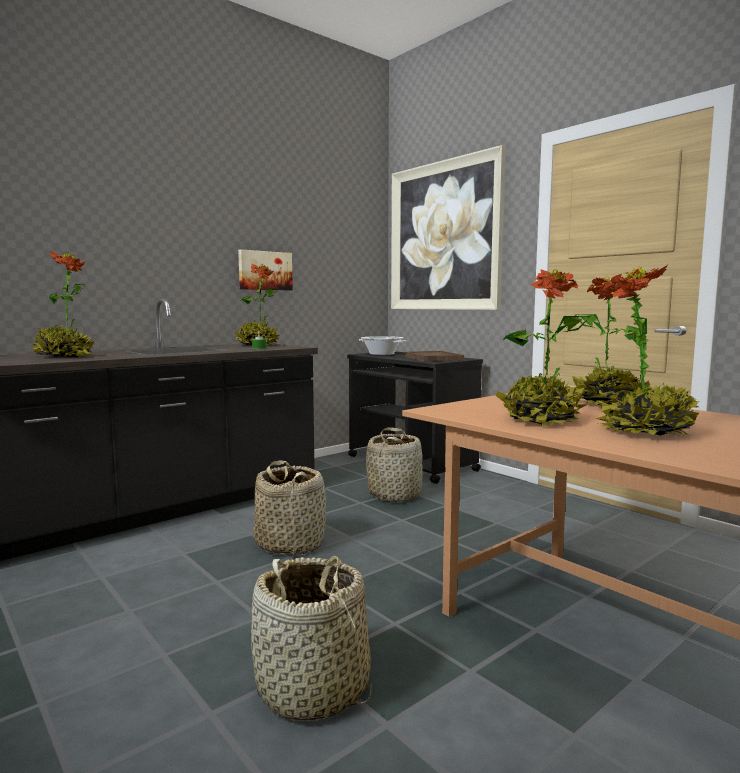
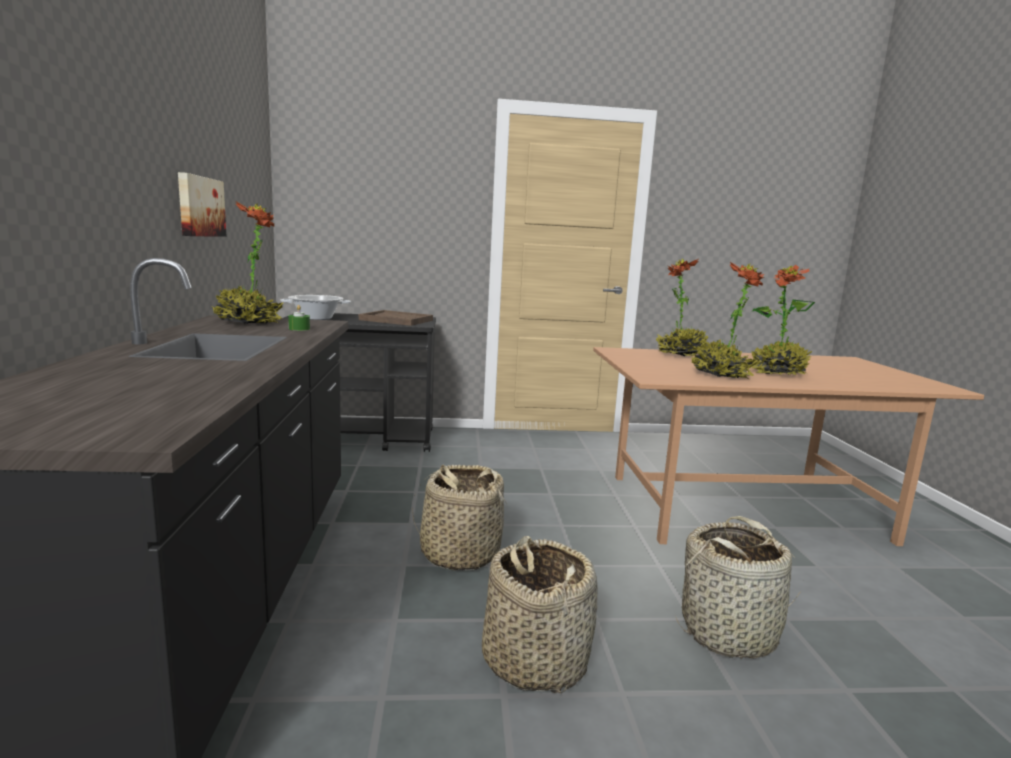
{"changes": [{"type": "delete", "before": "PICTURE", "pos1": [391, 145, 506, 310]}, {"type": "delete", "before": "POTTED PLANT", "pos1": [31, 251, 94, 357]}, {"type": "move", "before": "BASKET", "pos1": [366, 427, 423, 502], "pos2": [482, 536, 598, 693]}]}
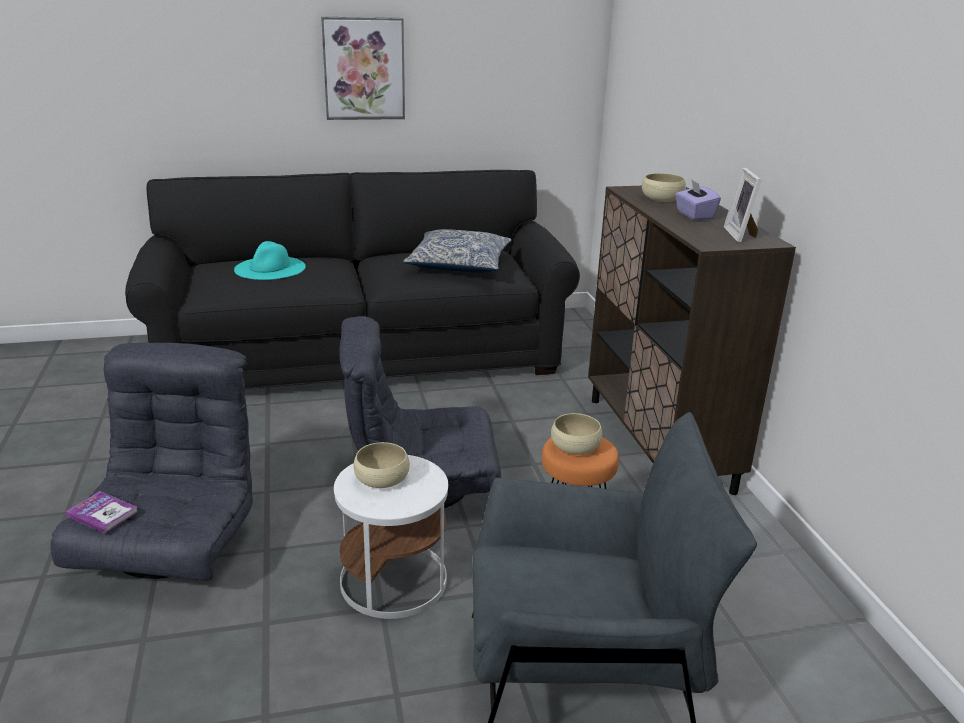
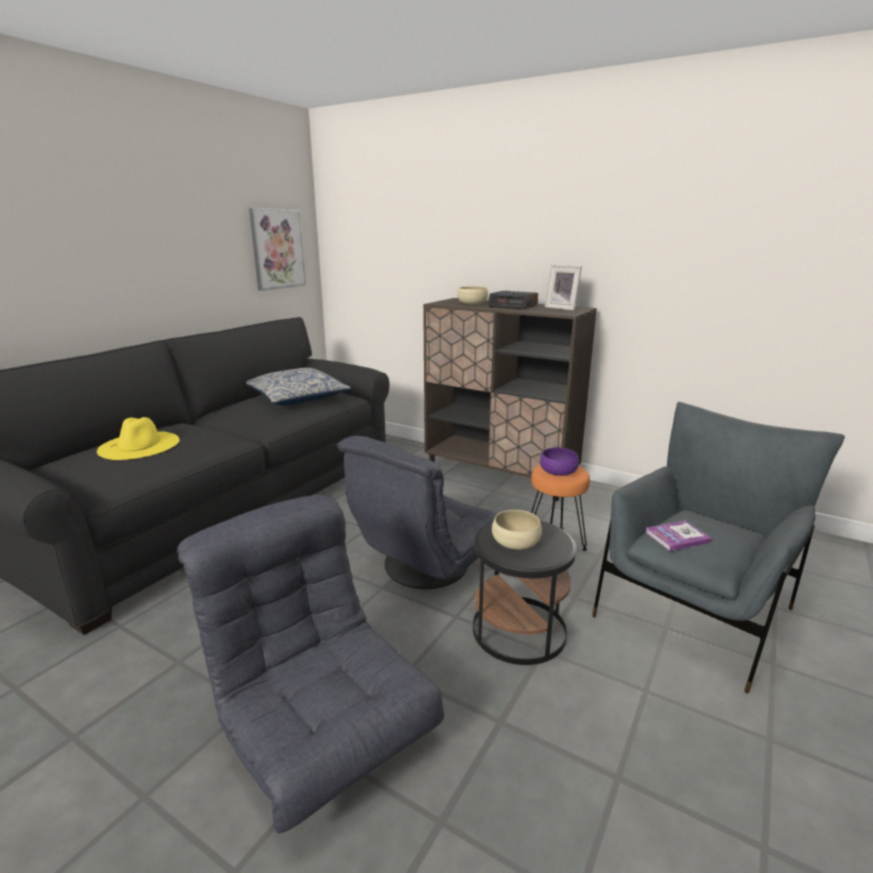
{"changes": [{"type": "move", "before": "PICTURE", "pos1": [321, 17, 405, 120], "pos2": [249, 208, 306, 291]}, {"type": "replace", "before": "PURPLE TISSUE BOX", "after": "ALARM CLOCK", "pos1": [675, 179, 721, 220], "pos2": [488, 290, 538, 310]}, {"type": "recolor", "before": "TURQUOISE HAT", "after": "YELLOW HAT", "pos1": [234, 241, 306, 280], "pos2": [97, 417, 180, 460]}, {"type": "recolor", "before": "BEIGE BOWL", "after": "PURPLE BOWL", "pos1": [551, 413, 603, 455], "pos2": [540, 448, 579, 476]}, {"type": "recolor", "before": "WHITE SIDE TABLE", "after": "BLACK SIDE TABLE", "pos1": [334, 455, 448, 619], "pos2": [473, 520, 577, 665]}, {"type": "move", "before": "BOOK", "pos1": [65, 491, 138, 534], "pos2": [645, 521, 712, 551]}]}
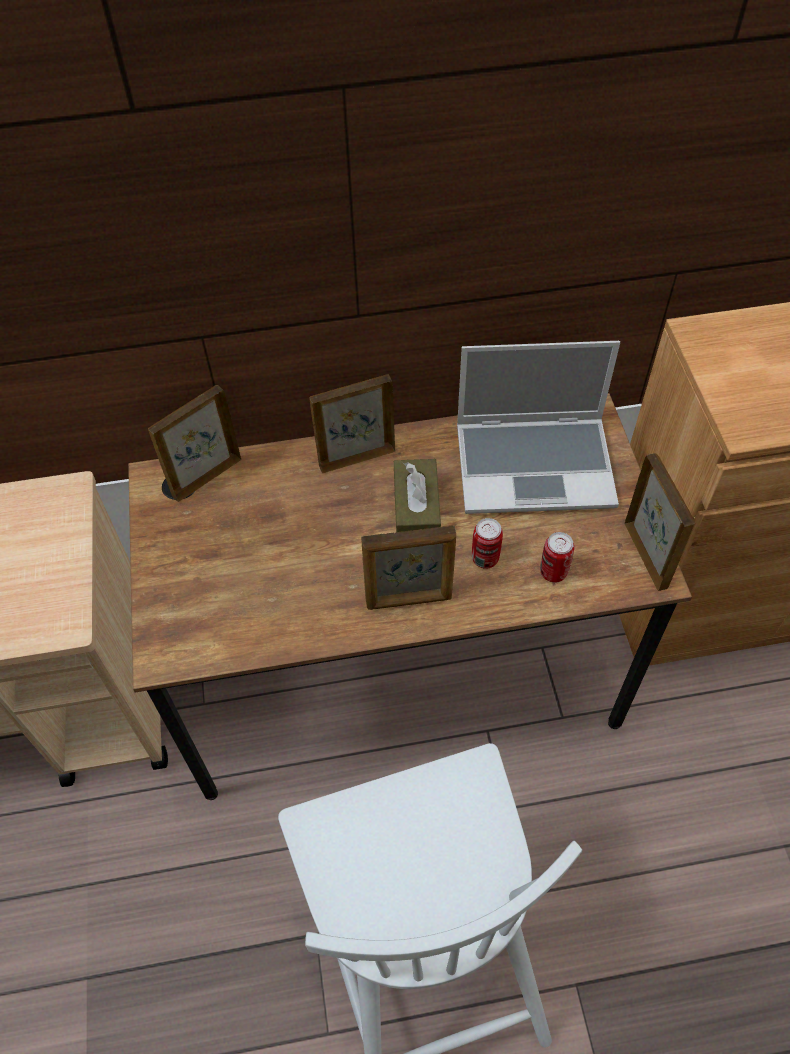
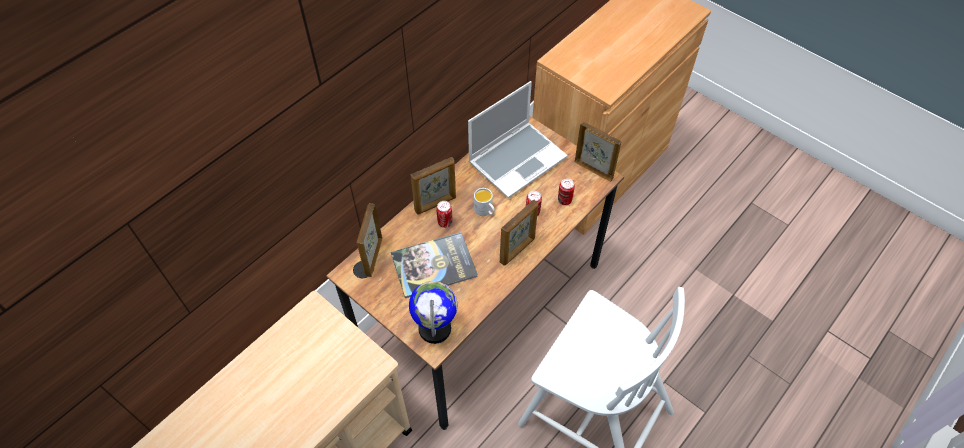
{"changes": [{"type": "rotate", "before": "PICTURE FRAME", "pos1": [309, 374, 395, 473], "pos2": [410, 157, 456, 215], "turn": -150}, {"type": "replace", "before": "BROWN TISSUE BOX", "after": "WHITE MUG", "pos1": [394, 459, 441, 532], "pos2": [474, 188, 495, 216]}, {"type": "insert", "after": "CAN", "pos2": [436, 201, 452, 228]}, {"type": "insert", "after": "BOOK", "pos2": [391, 232, 478, 298]}, {"type": "insert", "after": "GLOBE", "pos2": [409, 281, 457, 344]}]}
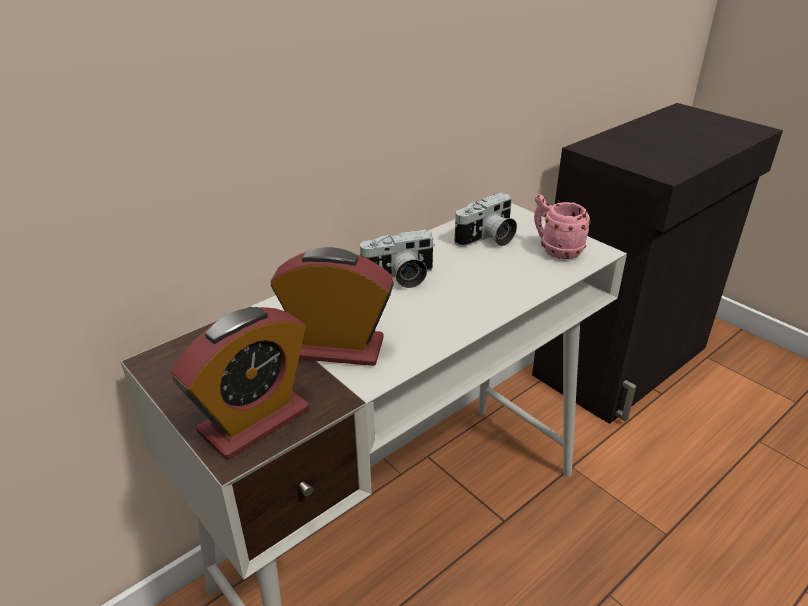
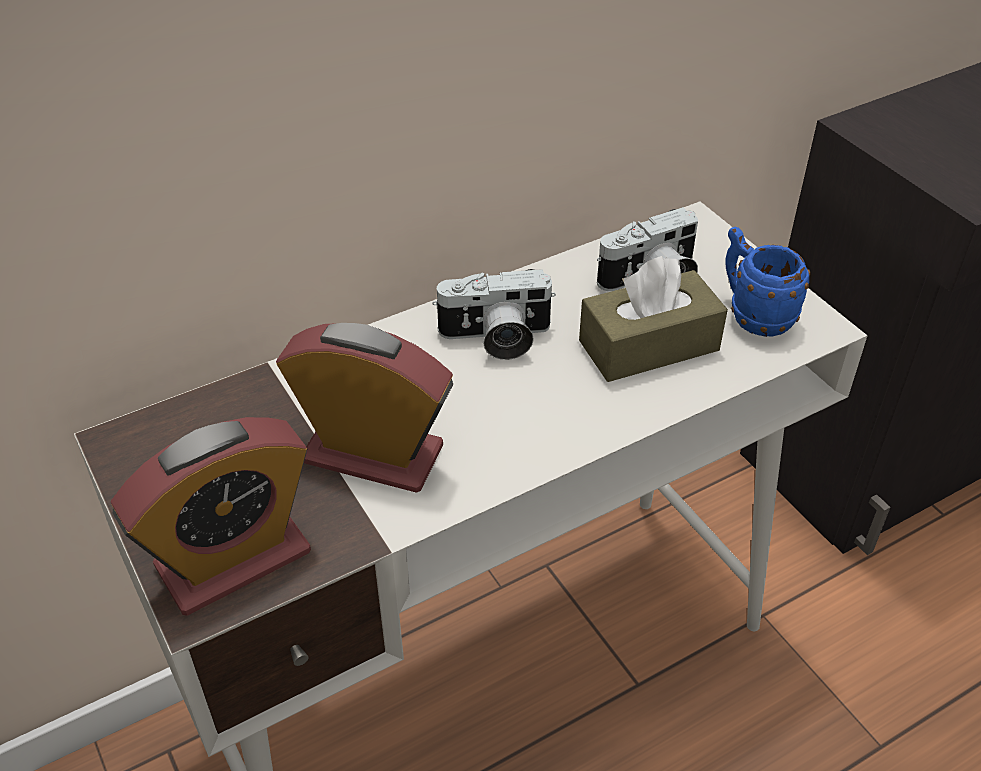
{"changes": [{"type": "recolor", "before": "PINK MUG", "after": "BLUE MUG", "pos1": [534, 194, 591, 259], "pos2": [725, 227, 810, 337]}, {"type": "insert", "after": "BROWN TISSUE BOX", "pos2": [579, 256, 728, 382]}]}
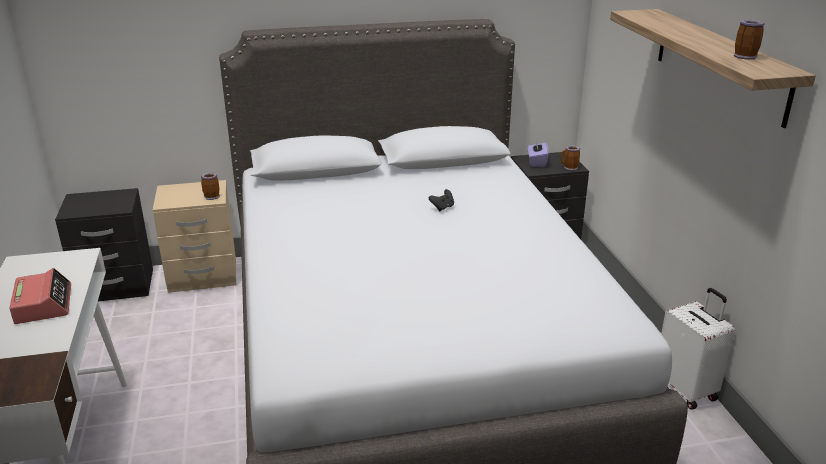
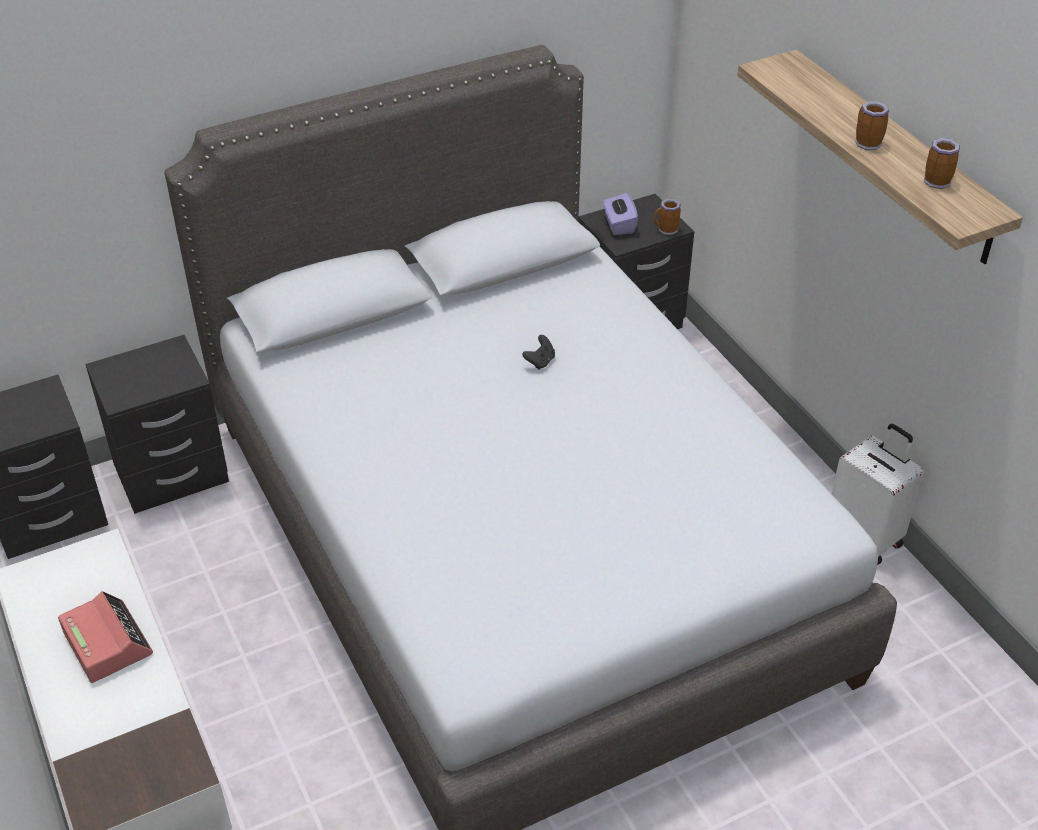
{"changes": [{"type": "move", "before": "MUG", "pos1": [201, 172, 220, 200], "pos2": [855, 101, 889, 150]}, {"type": "recolor", "before": "BEIGE NIGHTSTAND", "after": "BLACK NIGHTSTAND", "pos1": [153, 180, 236, 293], "pos2": [86, 335, 229, 514]}]}
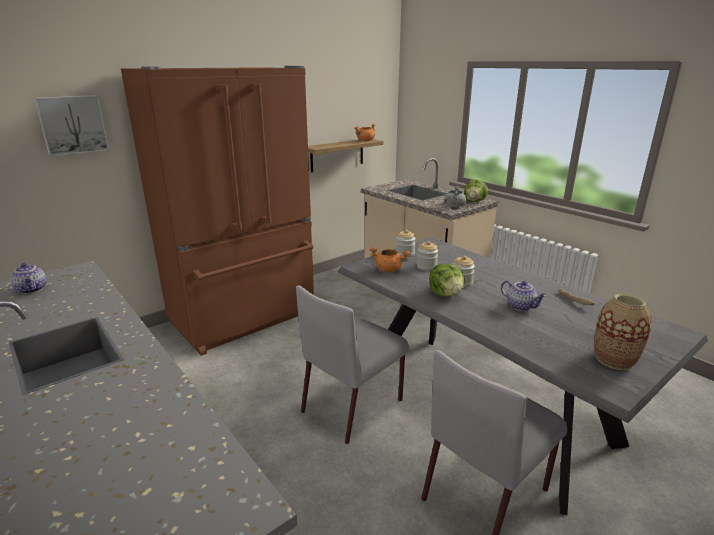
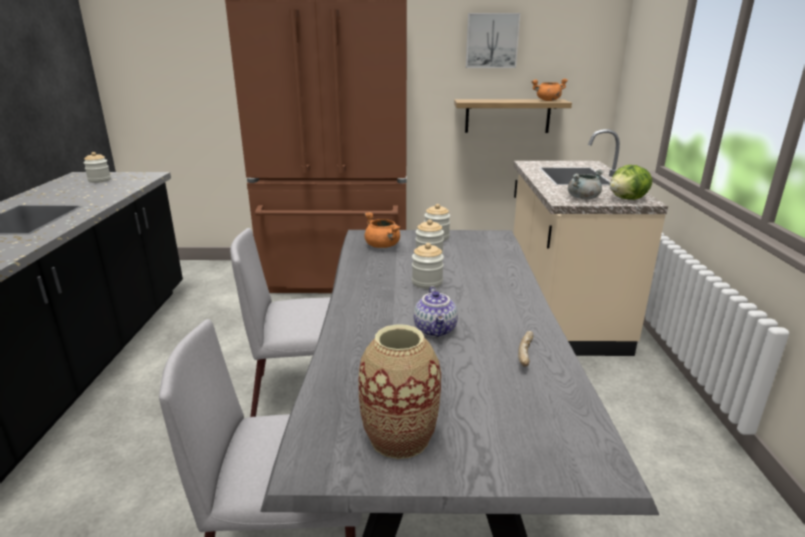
{"changes": [{"type": "move", "before": "PICTURE", "pos1": [34, 95, 109, 156], "pos2": [466, 13, 520, 68]}, {"type": "replace", "before": "TEAPOT", "after": "JAR", "pos1": [10, 262, 47, 294], "pos2": [83, 152, 111, 183]}, {"type": "delete", "before": "LETTUCE", "pos1": [429, 264, 465, 297]}]}
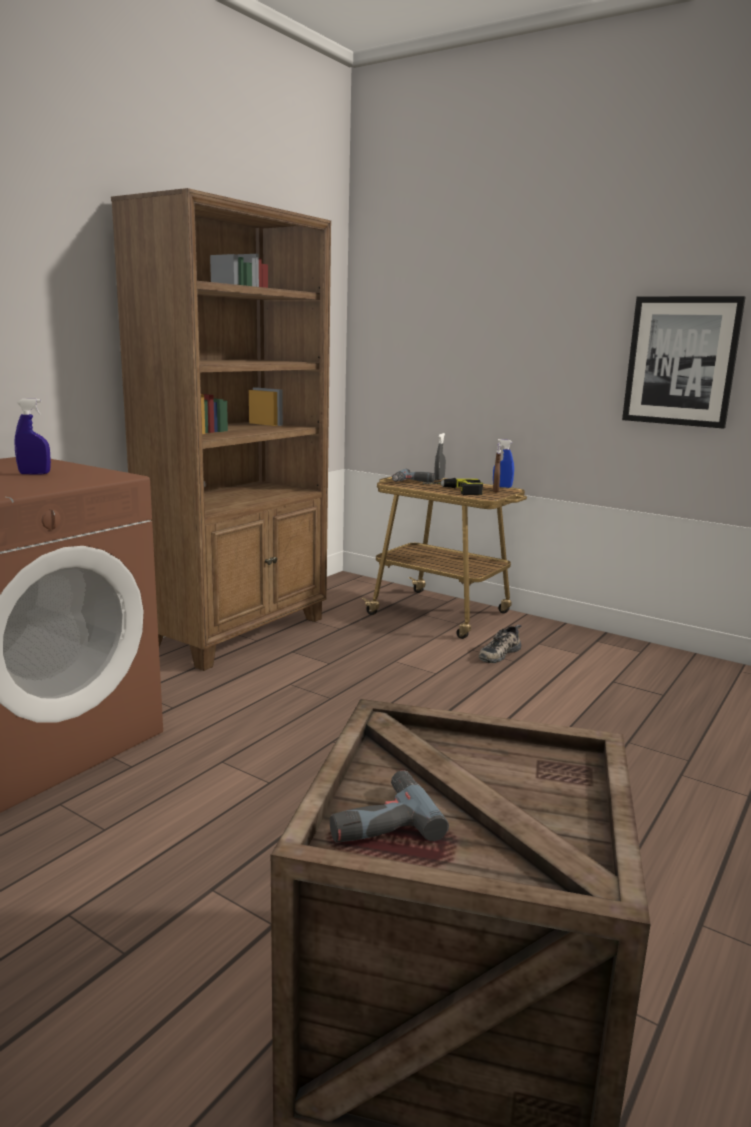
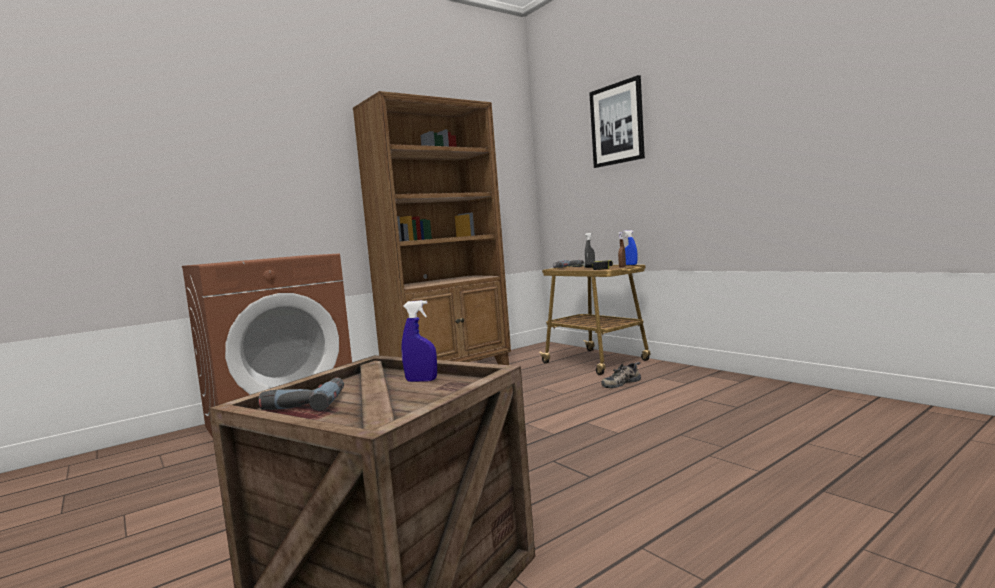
{"changes": [{"type": "move", "before": "PICTURE", "pos1": [622, 296, 745, 429], "pos2": [589, 75, 645, 168]}, {"type": "move", "before": "BLUE SPRAY BOTTLE", "pos1": [15, 399, 51, 474], "pos2": [401, 300, 437, 382]}]}
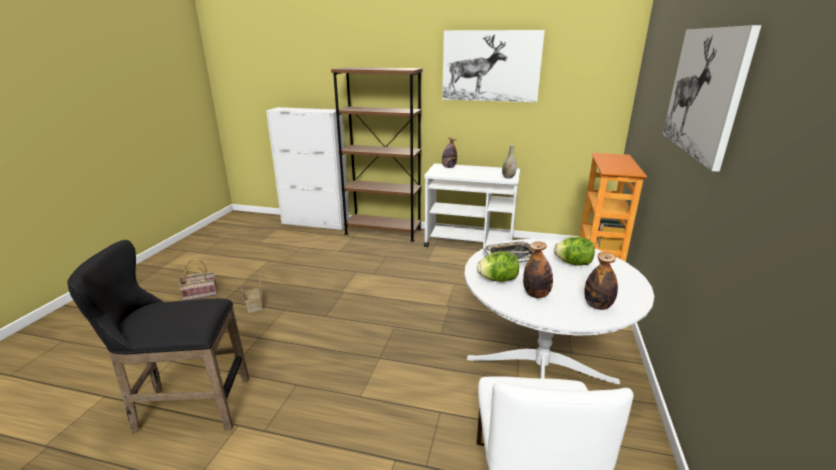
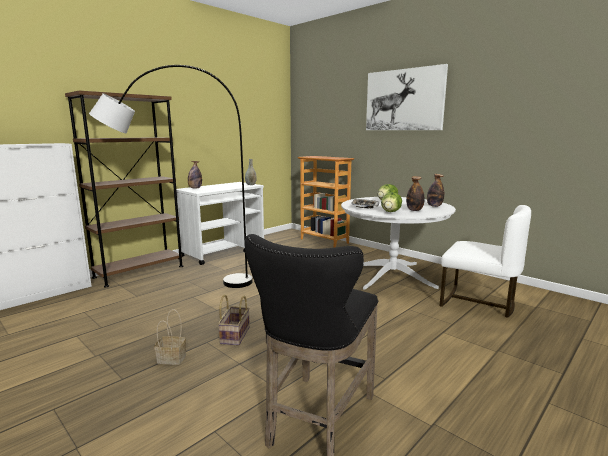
{"changes": [{"type": "delete", "before": "PICTURE", "pos1": [442, 30, 545, 102]}, {"type": "move", "before": "BASKET", "pos1": [179, 259, 217, 301], "pos2": [218, 294, 250, 345]}, {"type": "insert", "after": "GREY FLOOR LAMP", "pos2": [89, 65, 253, 288]}]}
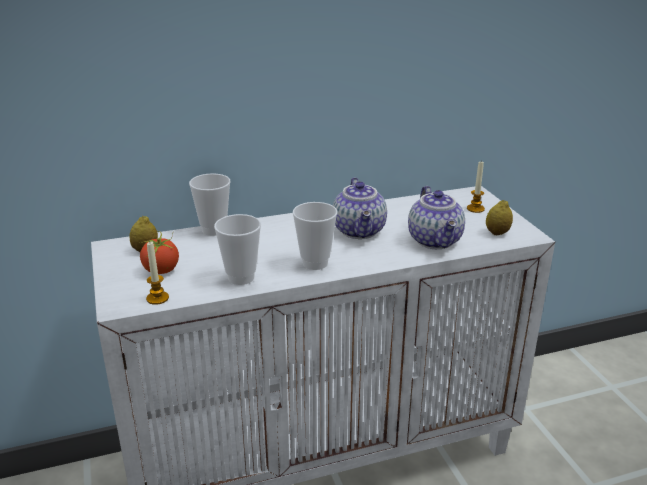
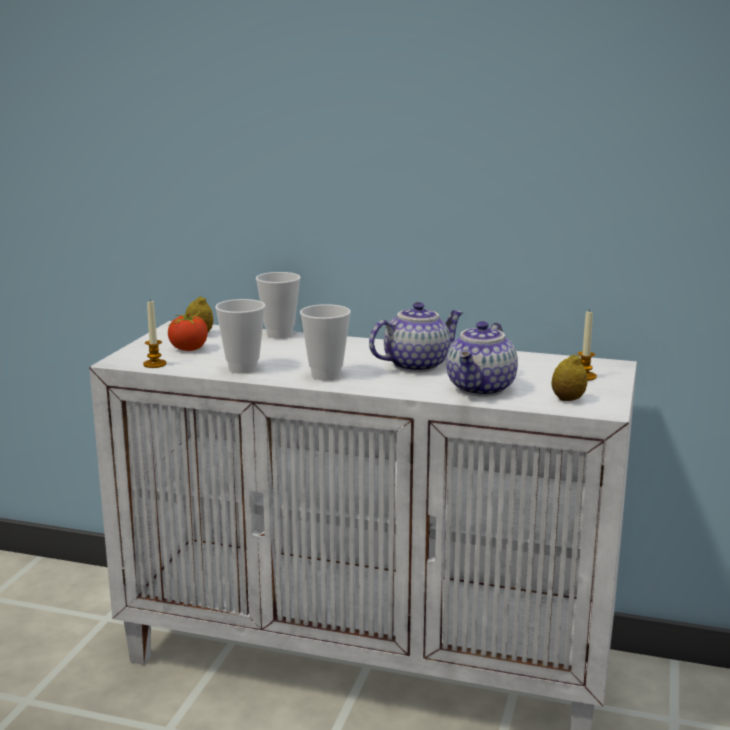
{"changes": [{"type": "rotate", "before": "TEAPOT", "pos1": [333, 177, 387, 239], "pos2": [369, 302, 464, 372], "turn": -150}]}
